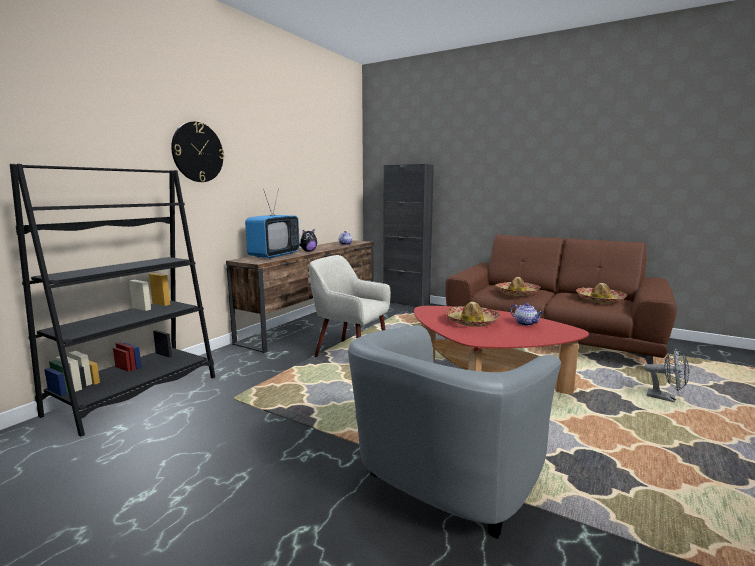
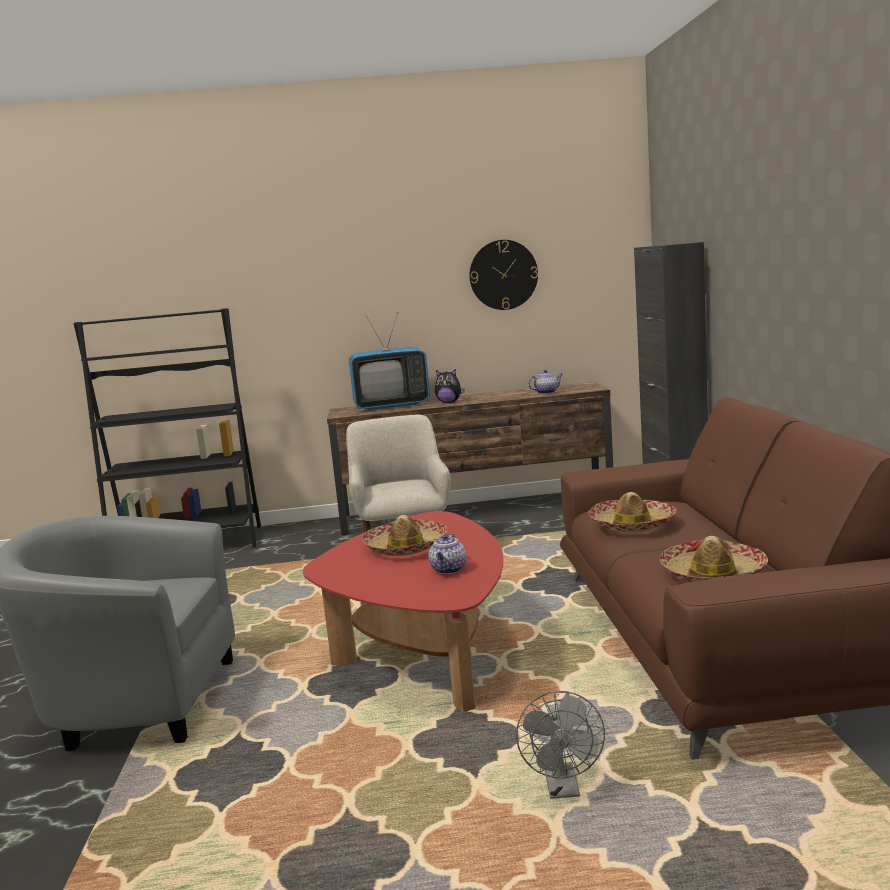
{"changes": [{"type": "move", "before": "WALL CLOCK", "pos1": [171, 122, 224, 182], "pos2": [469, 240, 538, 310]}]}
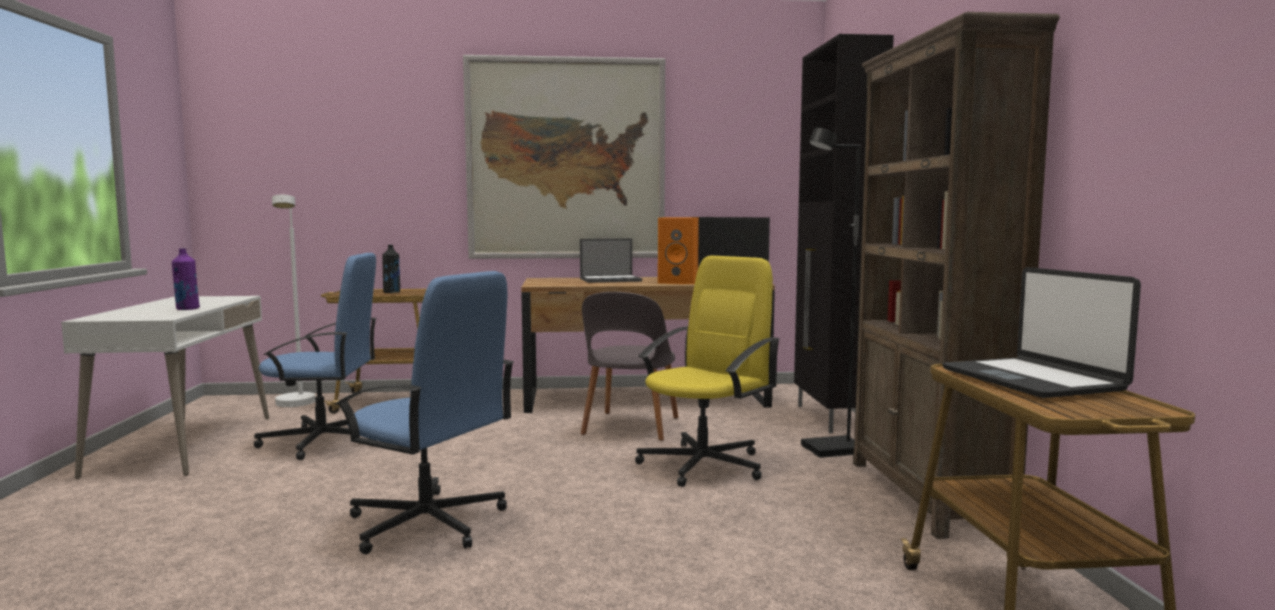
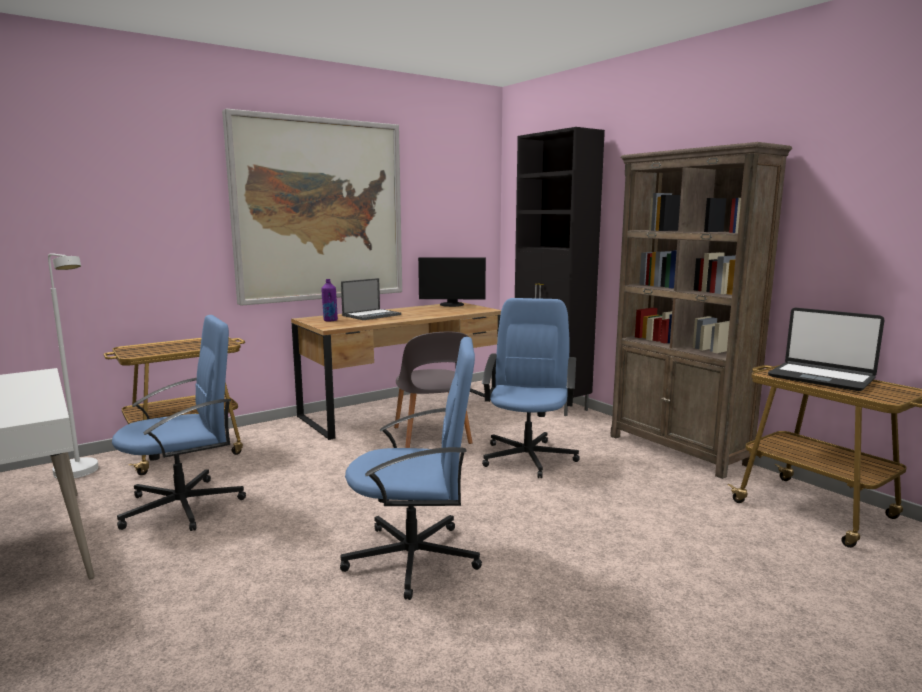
{"changes": [{"type": "delete", "before": "BLACK FLOOR LAMP", "pos1": [801, 128, 861, 458]}, {"type": "delete", "before": "ORANGE SPEAKER", "pos1": [658, 218, 699, 284]}, {"type": "delete", "before": "BLACK BOTTLE", "pos1": [382, 245, 400, 293]}, {"type": "move", "before": "PURPLE BOTTLE", "pos1": [172, 248, 200, 310], "pos2": [321, 279, 338, 322]}, {"type": "recolor", "before": "YELLOW OFFICE CHAIR", "after": "BLUE OFFICE CHAIR", "pos1": [635, 256, 780, 487], "pos2": [482, 298, 580, 478]}]}
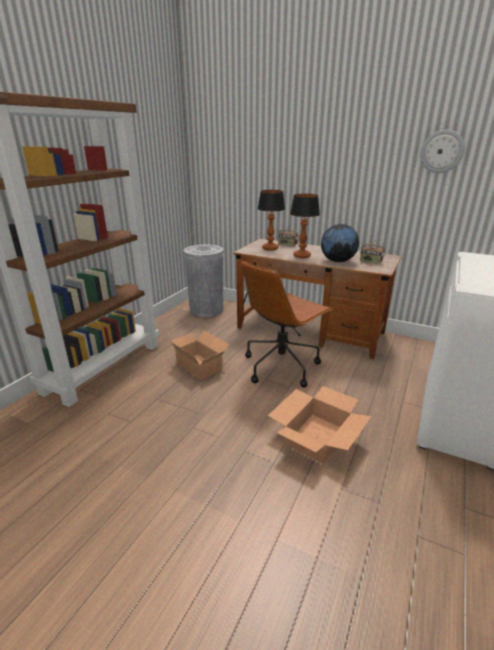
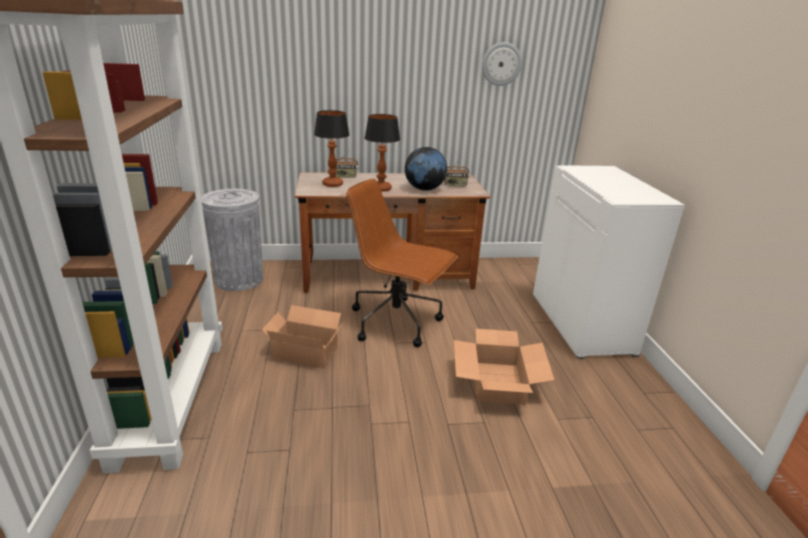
{"changes": [{"type": "rotate", "before": "BROWN OFFICE CHAIR", "pos1": [241, 260, 333, 388], "pos2": [346, 179, 458, 347], "turn": 105}]}
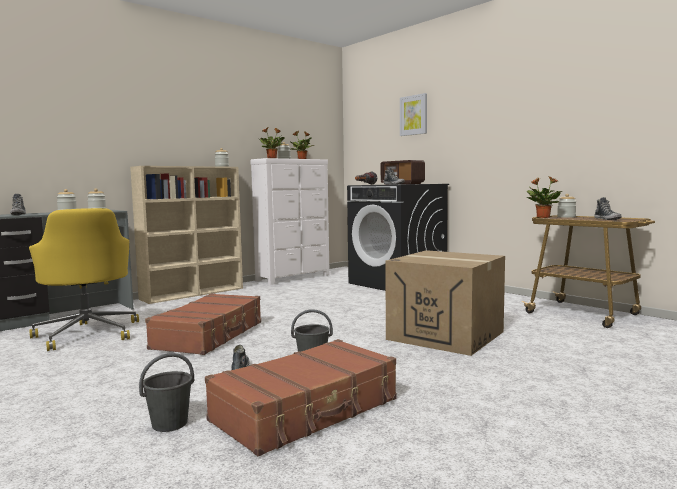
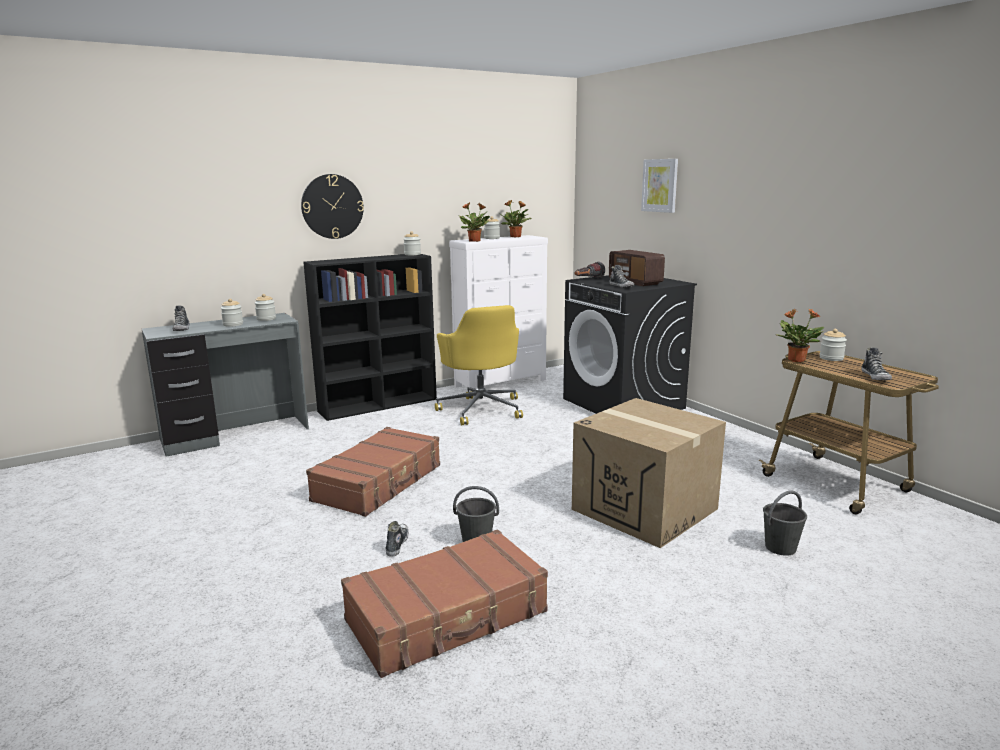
{"changes": [{"type": "recolor", "before": "BEIGE BOOKCASE", "after": "BLACK BOOKCASE", "pos1": [130, 166, 243, 304], "pos2": [303, 254, 437, 421]}, {"type": "move", "before": "YELLOW OFFICE CHAIR", "pos1": [29, 208, 139, 351], "pos2": [435, 305, 523, 425]}, {"type": "move", "before": "GREY BUCKET", "pos1": [139, 353, 194, 432], "pos2": [763, 490, 807, 556]}, {"type": "insert", "after": "WALL CLOCK", "pos2": [301, 174, 364, 239]}]}
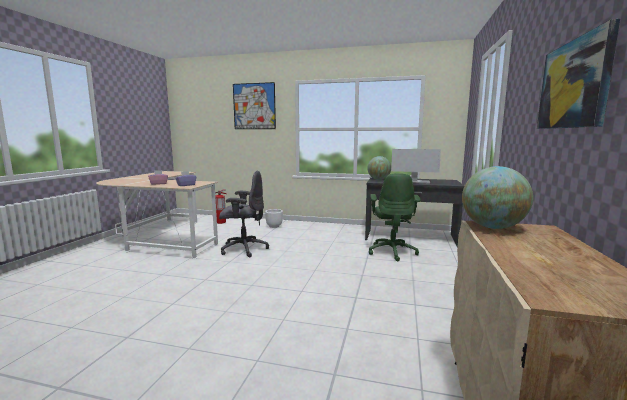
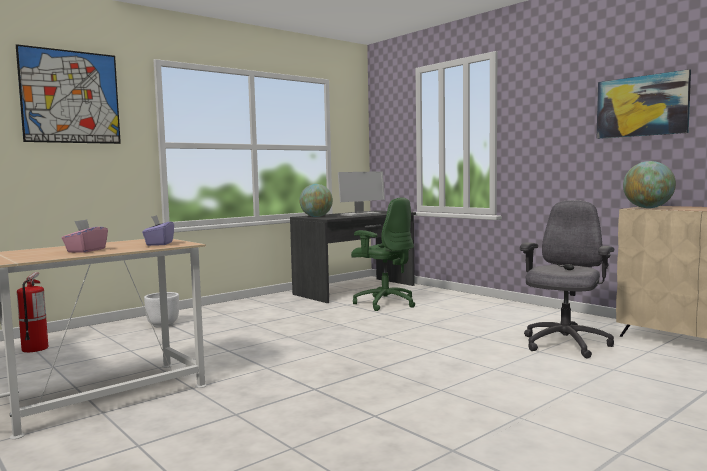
{"changes": [{"type": "move", "before": "GREY OFFICE CHAIR", "pos1": [219, 171, 269, 257], "pos2": [520, 200, 614, 358]}]}
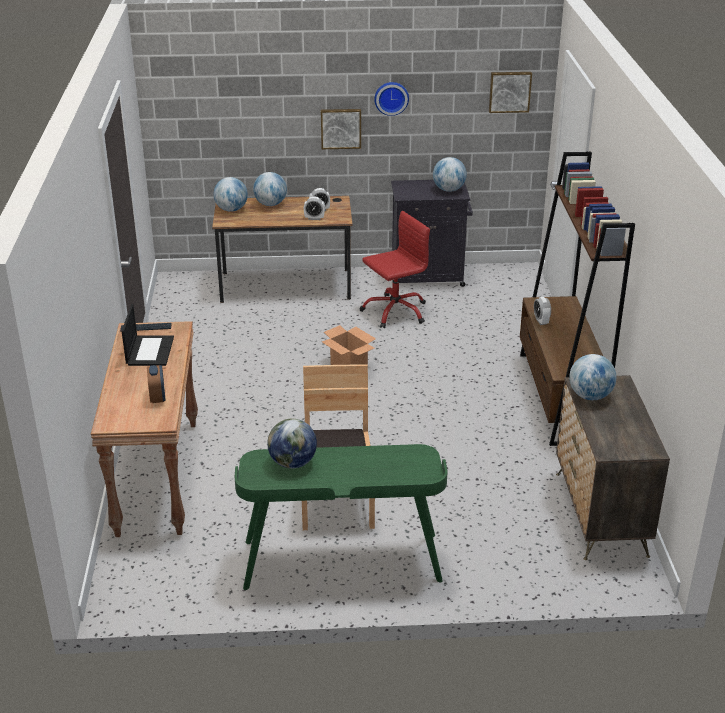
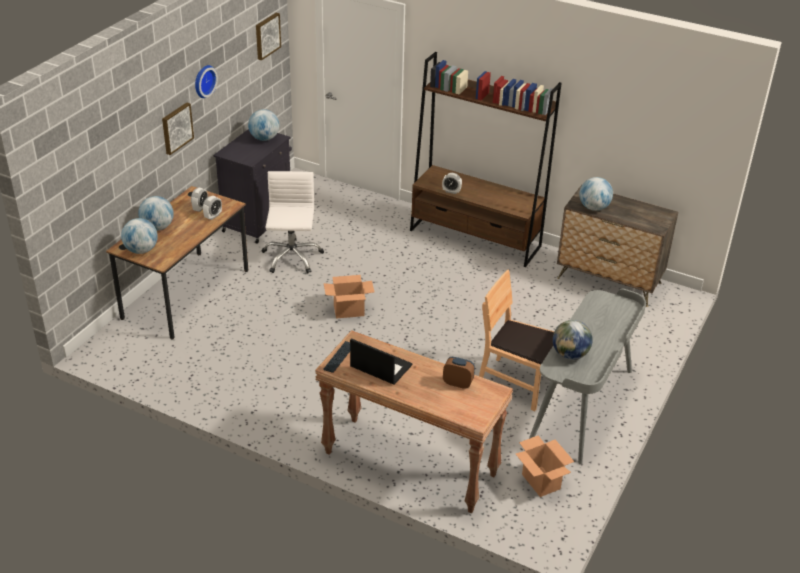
{"changes": [{"type": "recolor", "before": "RED OFFICE CHAIR", "after": "WHITE OFFICE CHAIR", "pos1": [360, 211, 430, 328], "pos2": [261, 171, 324, 274]}, {"type": "recolor", "before": "GREEN DESK", "after": "GREY DESK", "pos1": [235, 444, 447, 590], "pos2": [529, 288, 646, 464]}, {"type": "insert", "after": "CARDBOARD BOX", "pos2": [516, 436, 574, 497]}]}
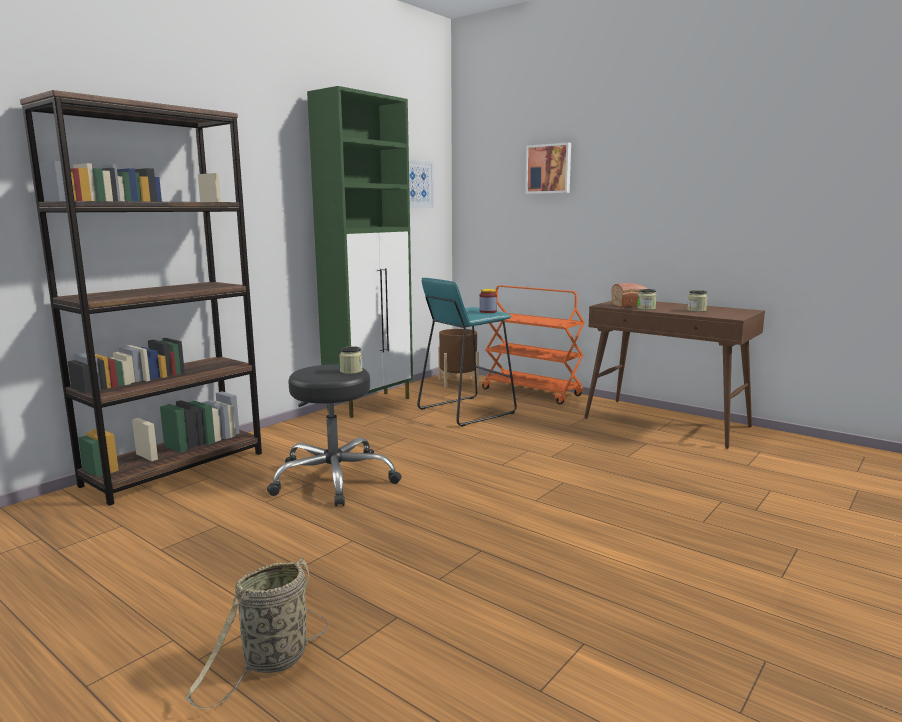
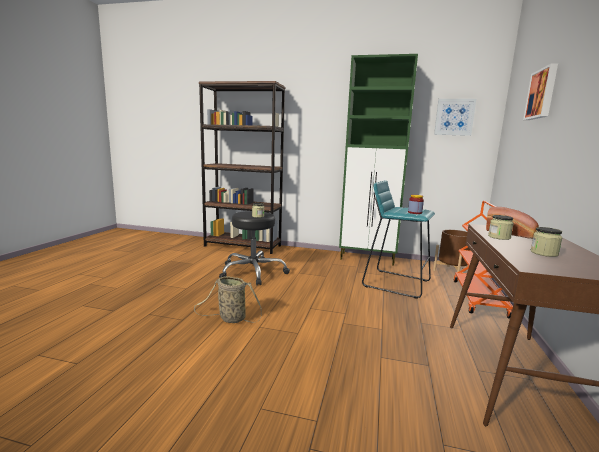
{"changes": [{"type": "move", "before": "BASKET", "pos1": [185, 557, 328, 709], "pos2": [194, 276, 262, 323]}]}
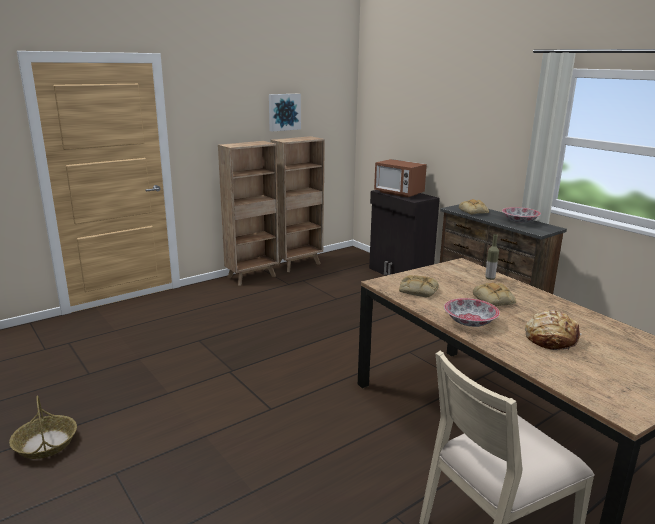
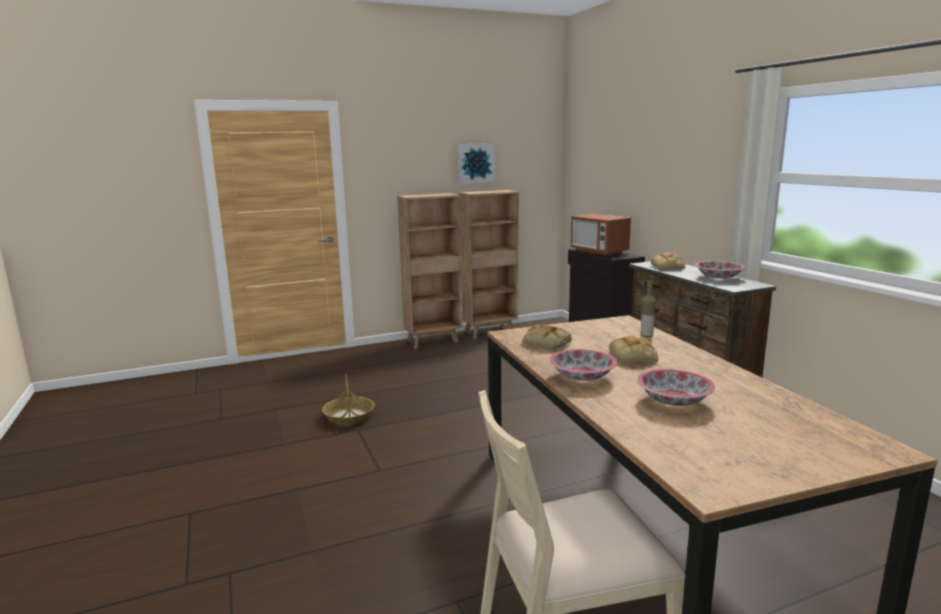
{"changes": [{"type": "replace", "before": "BREAD", "after": "BOWL", "pos1": [525, 310, 582, 350], "pos2": [637, 369, 715, 406]}, {"type": "move", "before": "BASKET", "pos1": [9, 396, 77, 459], "pos2": [322, 374, 374, 425]}]}
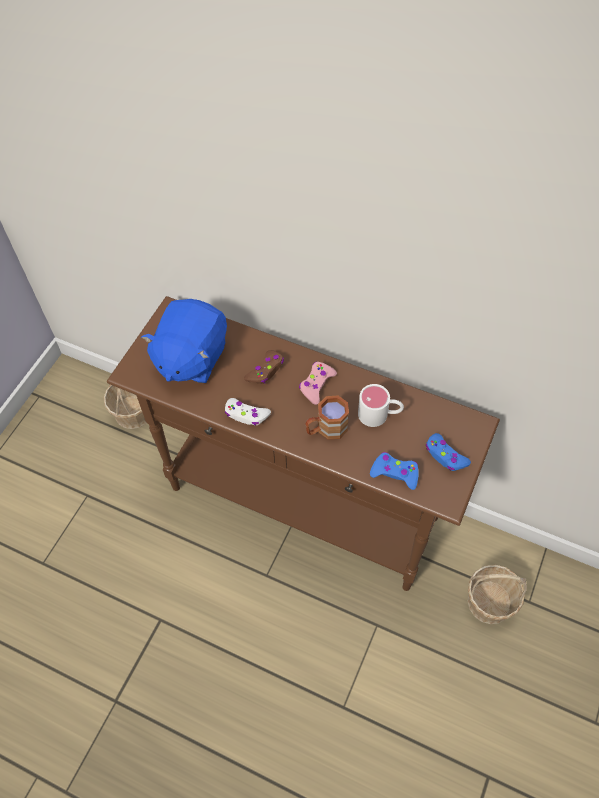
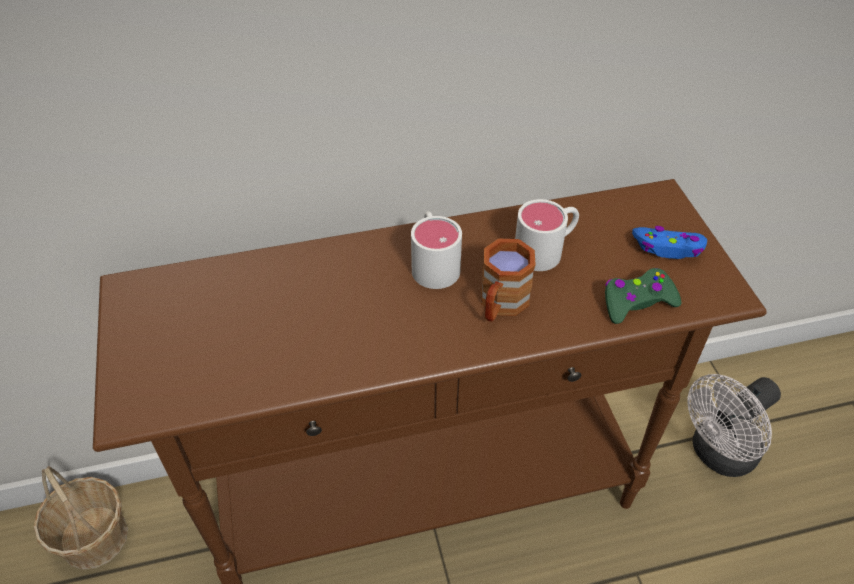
{"changes": [{"type": "delete", "before": "BLUE PLUSH TOY", "pos1": [141, 299, 227, 383]}, {"type": "delete", "before": "BROWN GAME CONTROLLER", "pos1": [244, 350, 284, 384]}, {"type": "replace", "before": "PINK GAME CONTROLLER", "after": "WHITE MUG", "pos1": [299, 362, 337, 405], "pos2": [411, 211, 462, 289]}, {"type": "delete", "before": "WHITE GAME CONTROLLER", "pos1": [225, 398, 271, 426]}, {"type": "recolor", "before": "BLUE GAME CONTROLLER", "after": "GREEN GAME CONTROLLER", "pos1": [370, 452, 419, 490], "pos2": [605, 268, 681, 324]}, {"type": "replace", "before": "BASKET", "after": "WHITE FAN", "pos1": [467, 565, 527, 624], "pos2": [687, 374, 781, 477]}]}
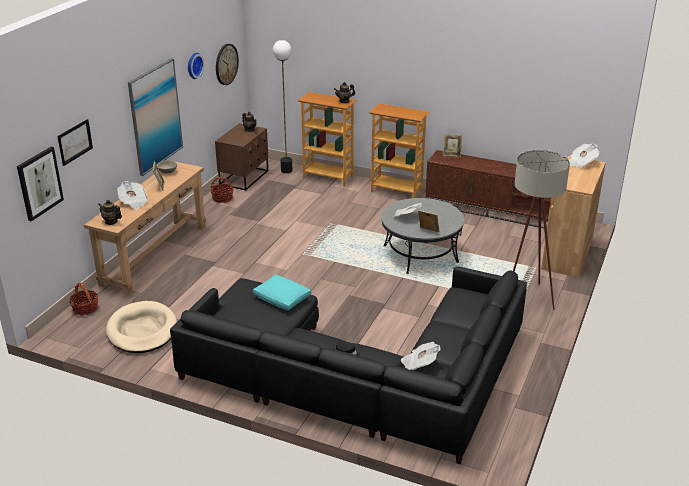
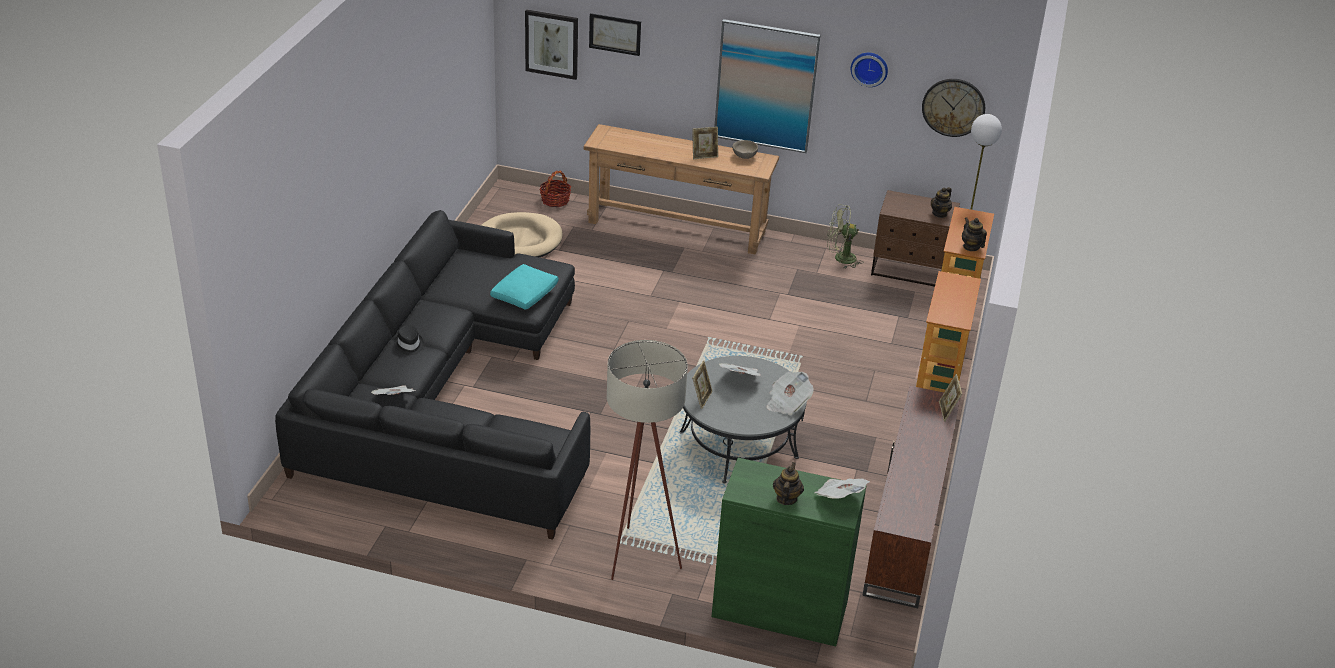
{"changes": [{"type": "recolor", "before": "BROWN CABINET", "after": "GREEN CABINET", "pos1": [541, 156, 606, 278], "pos2": [711, 458, 867, 647]}, {"type": "replace", "before": "BASKET", "after": "GREEN FAN", "pos1": [210, 177, 234, 203], "pos2": [827, 204, 862, 268]}, {"type": "move", "before": "NEWSPAPER", "pos1": [117, 181, 149, 210], "pos2": [766, 372, 814, 415]}, {"type": "move", "before": "TEAPOT", "pos1": [98, 200, 122, 225], "pos2": [773, 462, 804, 505]}]}
